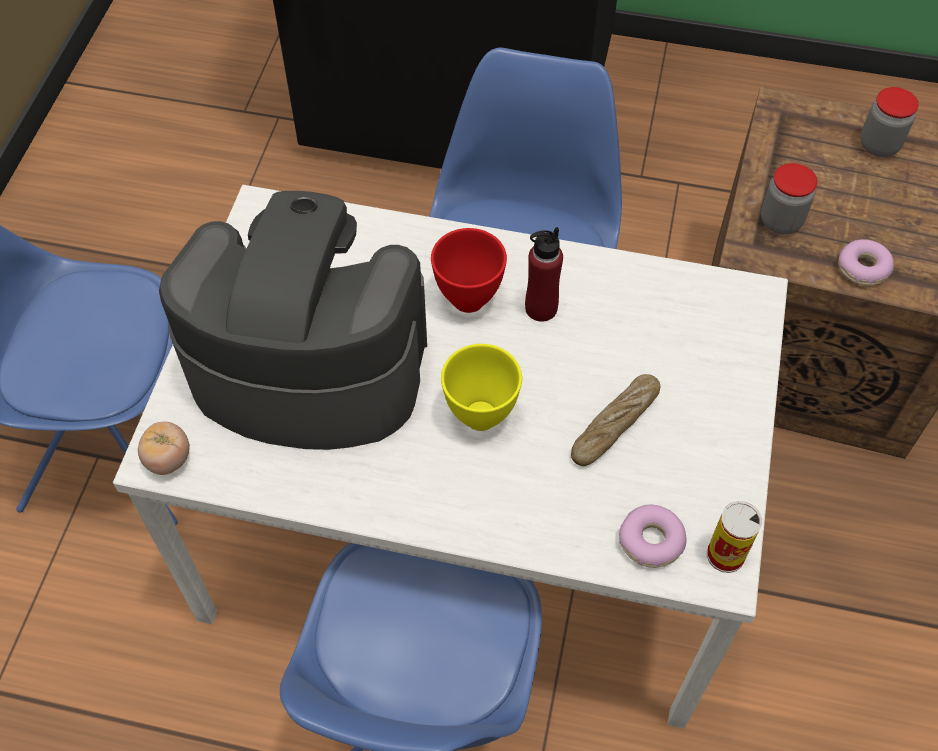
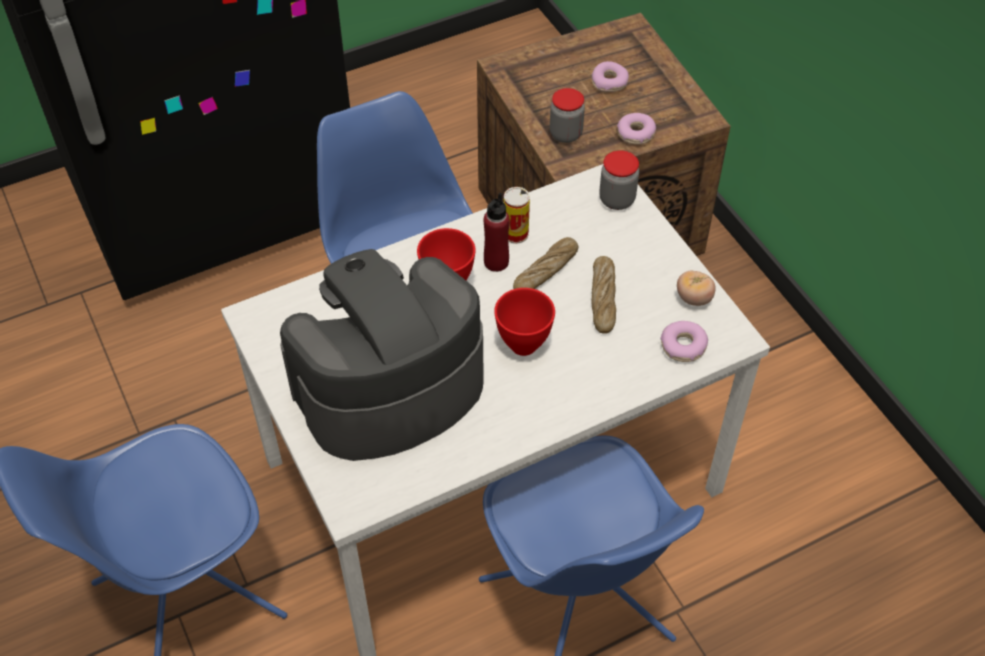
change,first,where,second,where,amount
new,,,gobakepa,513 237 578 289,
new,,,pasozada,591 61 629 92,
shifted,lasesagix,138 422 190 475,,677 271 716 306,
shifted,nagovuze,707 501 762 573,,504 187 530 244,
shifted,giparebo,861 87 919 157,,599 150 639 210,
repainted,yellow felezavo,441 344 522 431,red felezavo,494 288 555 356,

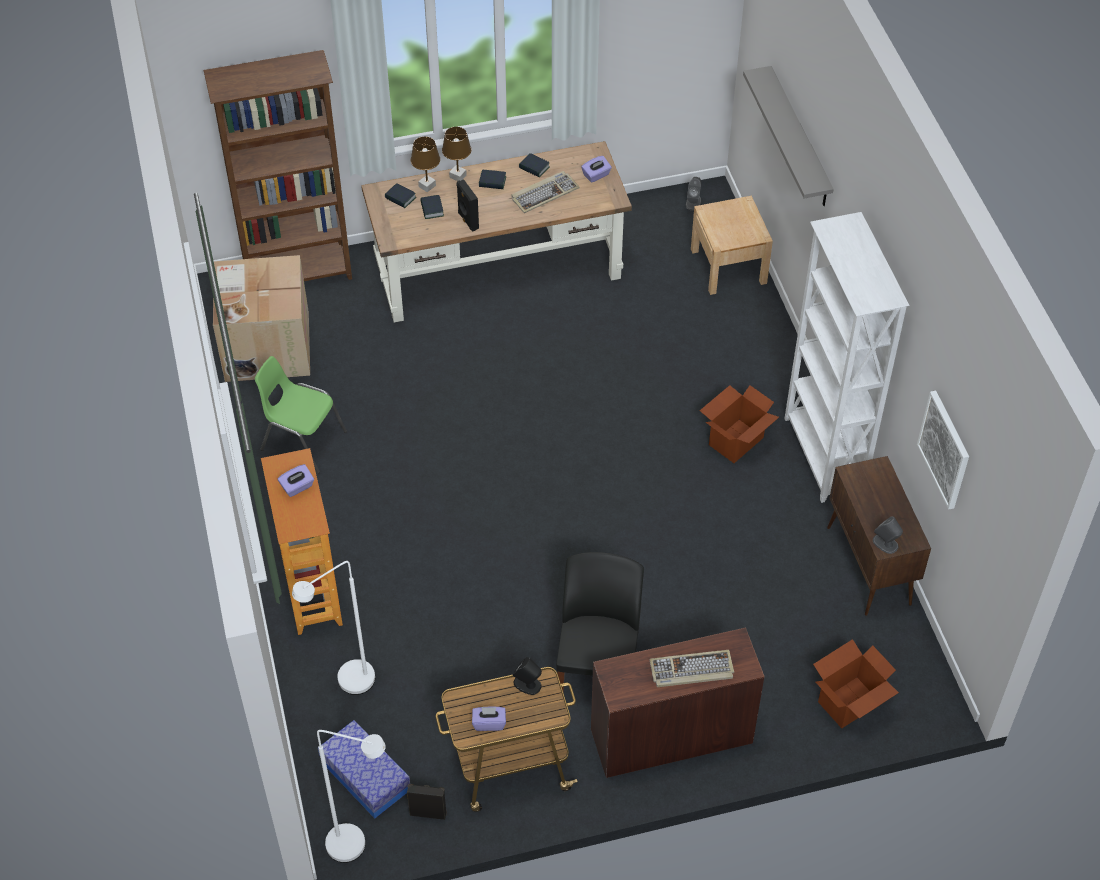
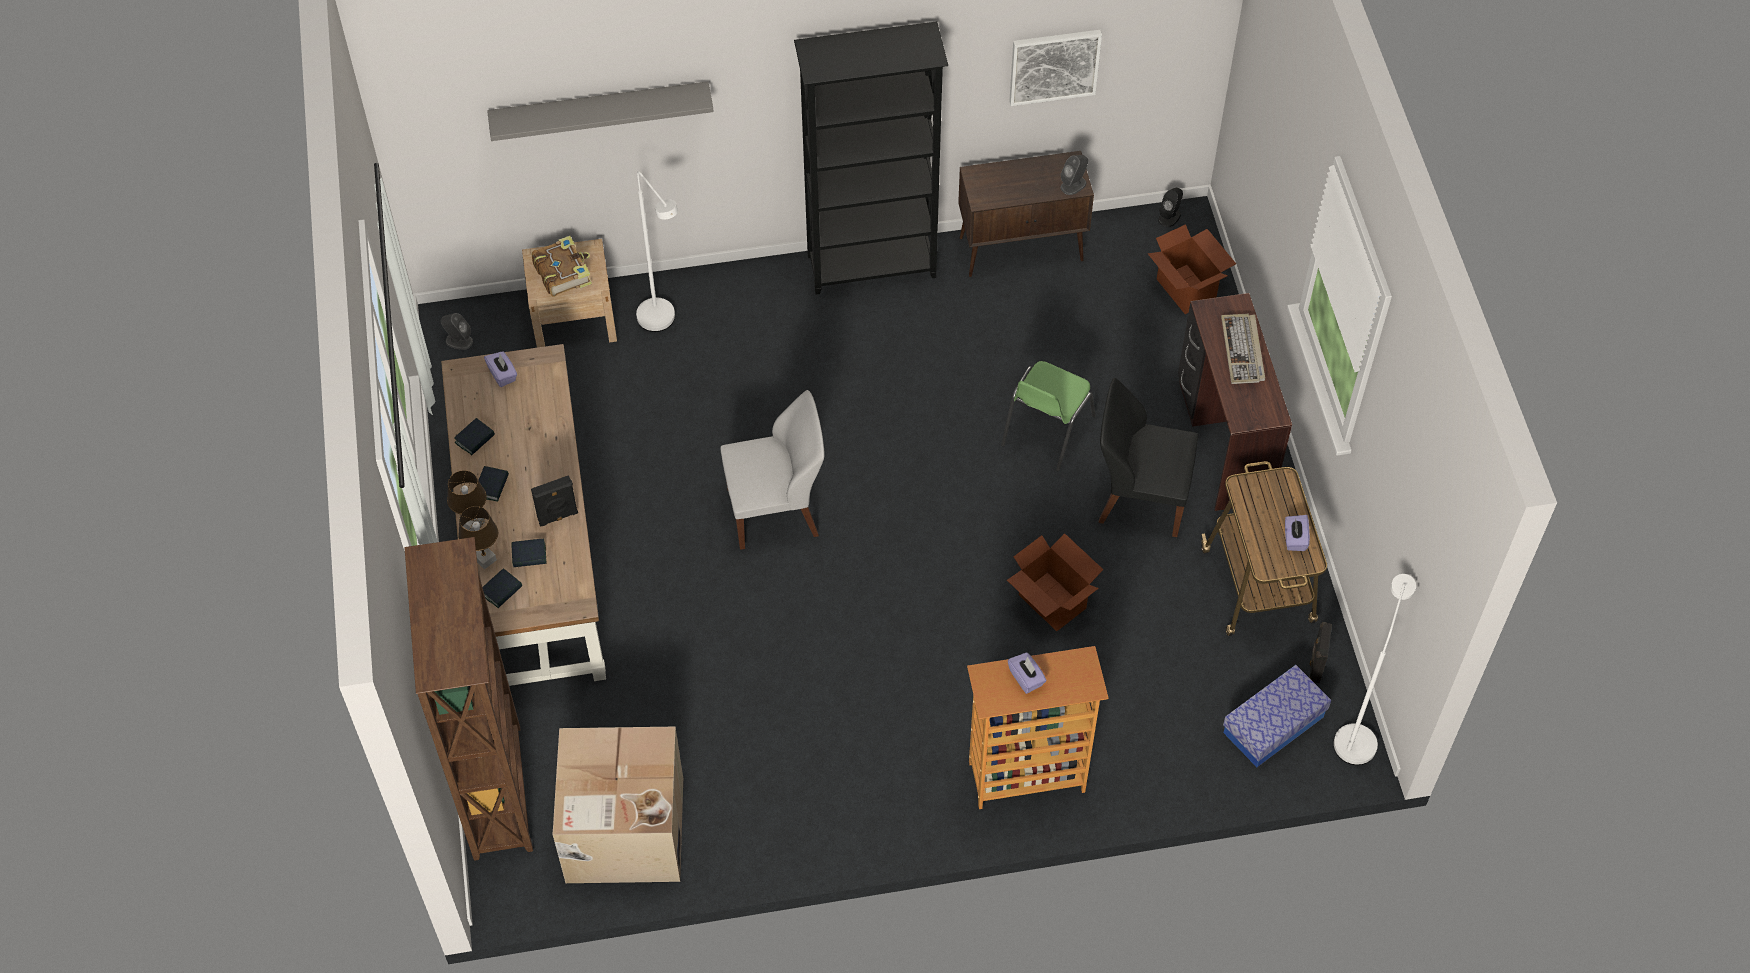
change,first,where,second,where,amount
gone,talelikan,511 171 580 213,,,
new,,,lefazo,532 236 592 297,
new,,,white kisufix,721 390 824 550,
shifted,green kisufix,255 356 347 474,,1001 361 1096 471,
shifted,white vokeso,292 561 375 695,,636 171 678 332,
shifted,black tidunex,513 657 542 695,,1158 188 1183 227,
shifted,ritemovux,700 385 779 463,,1007 533 1103 631,
repainted,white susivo,784 212 909 503,black susivo,794 21 948 295,

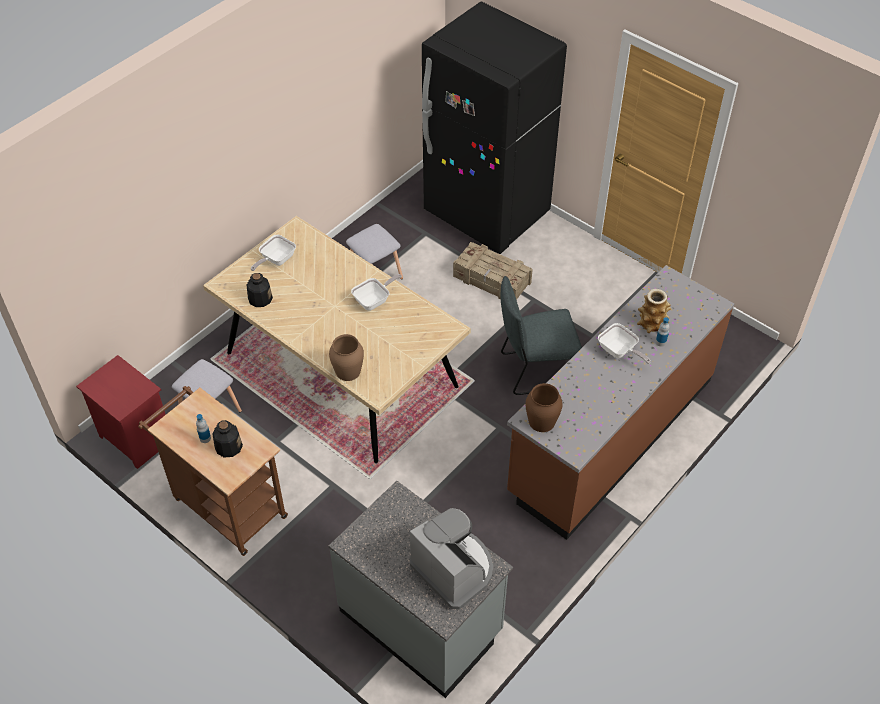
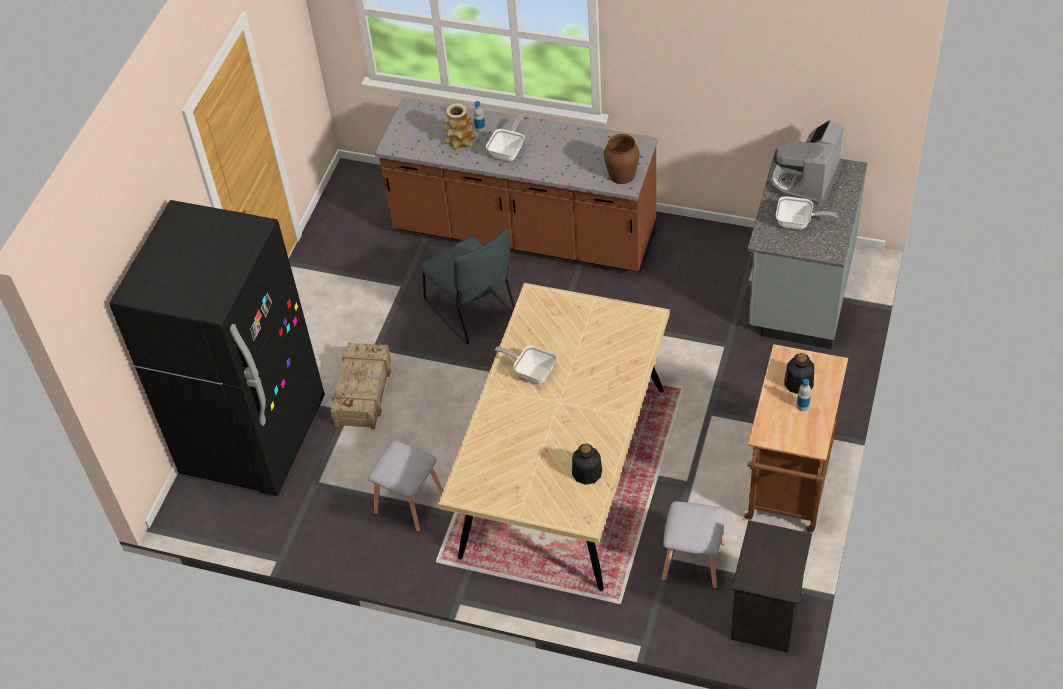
change,first,where,second,where,amount
gone,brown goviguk,329 334 364 381,,,
shifted,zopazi,251 235 296 271,,776 196 838 230,
repainted,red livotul,76 355 166 469,black livotul,731 520 812 653,

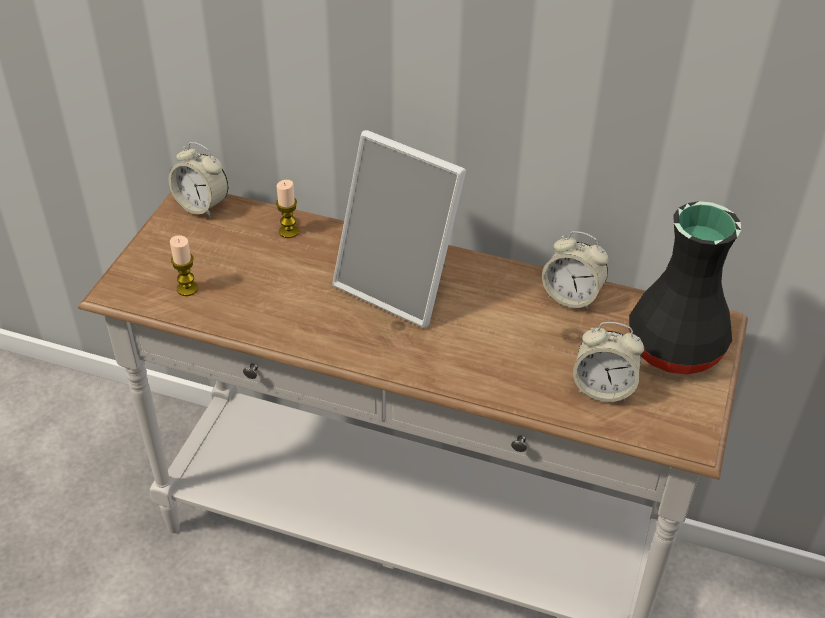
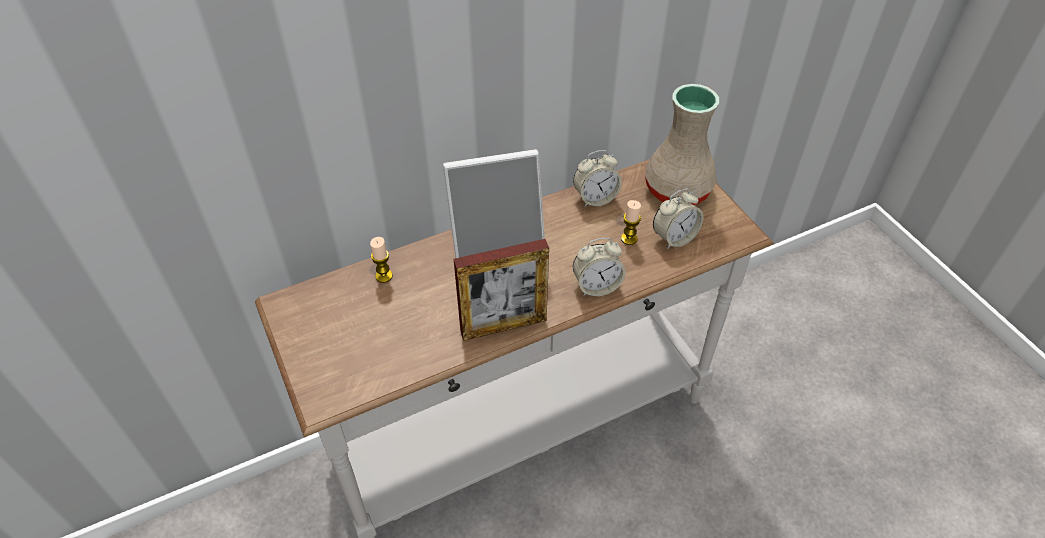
change,first,where,second,where,amount
new,,,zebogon,454 239 549 341,
shifted,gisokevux,168 142 228 218,,573 238 626 296,
shifted,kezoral,170 235 198 296,,621 200 641 245,
repainted,black goviguk,629 201 741 375,beige goviguk,645 84 719 205,

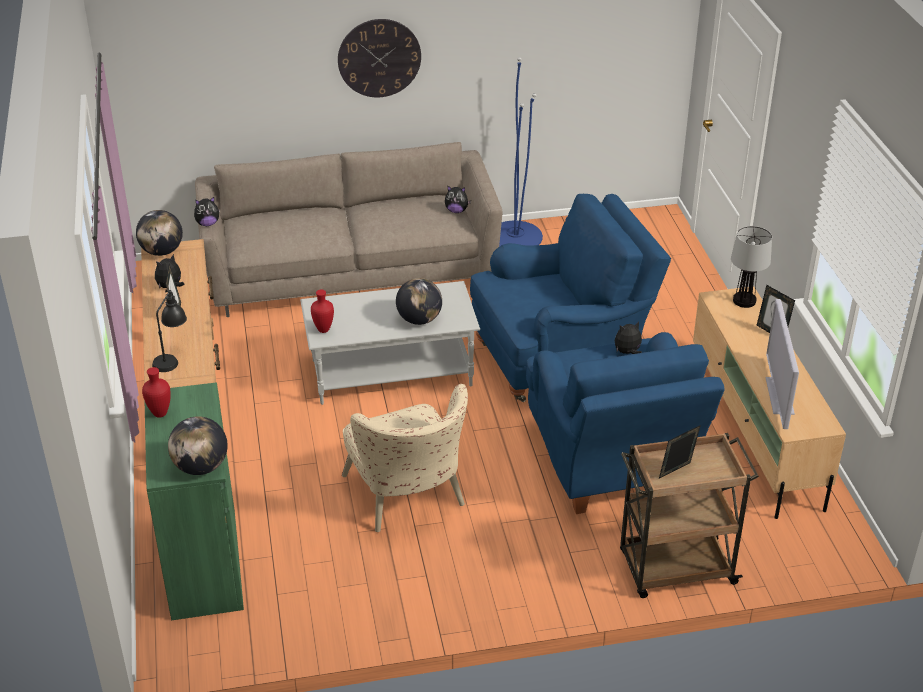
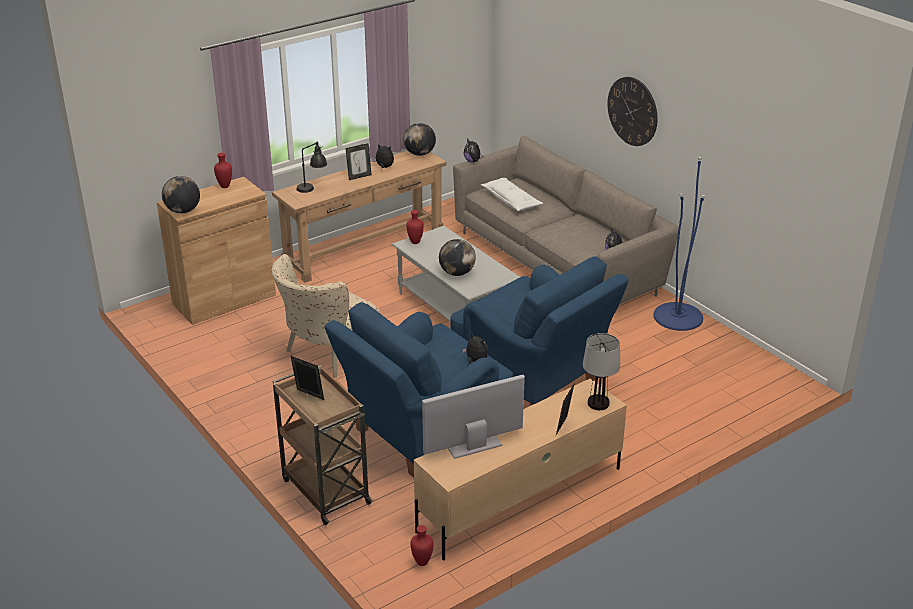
change,first,where,second,where,amount
new,,,red goviguk,411 525 433 566,
new,,,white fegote,481 178 543 211,
repainted,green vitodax,144 382 244 620,brown vitodax,157 177 276 325,

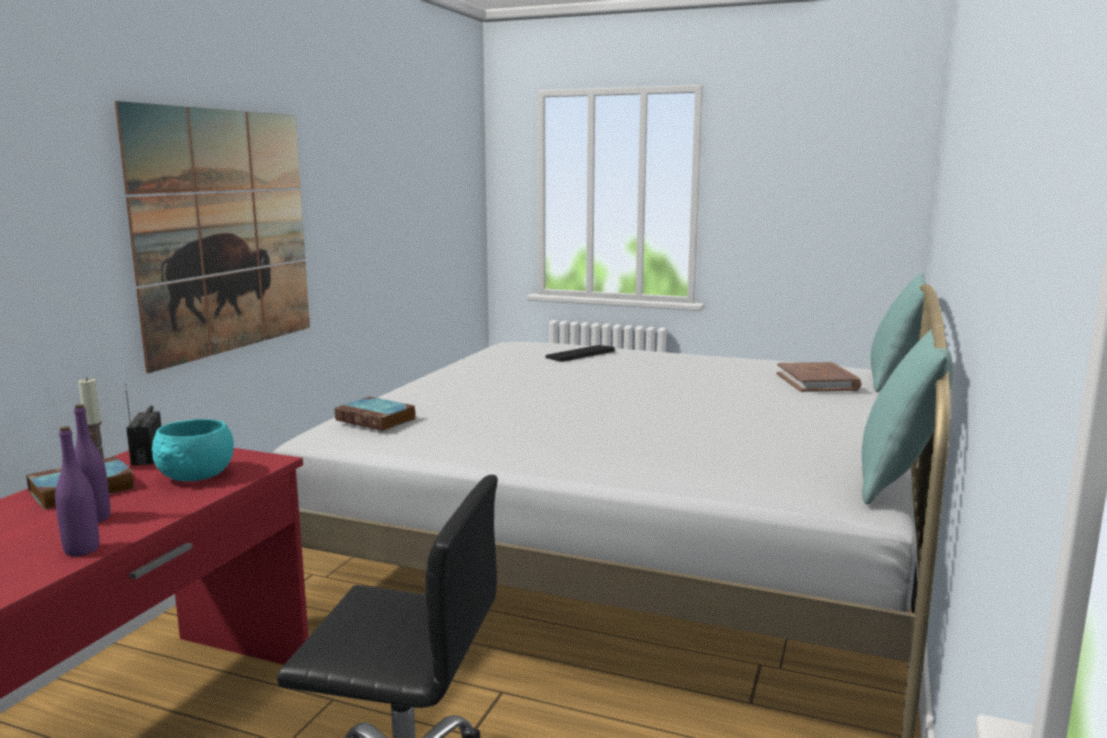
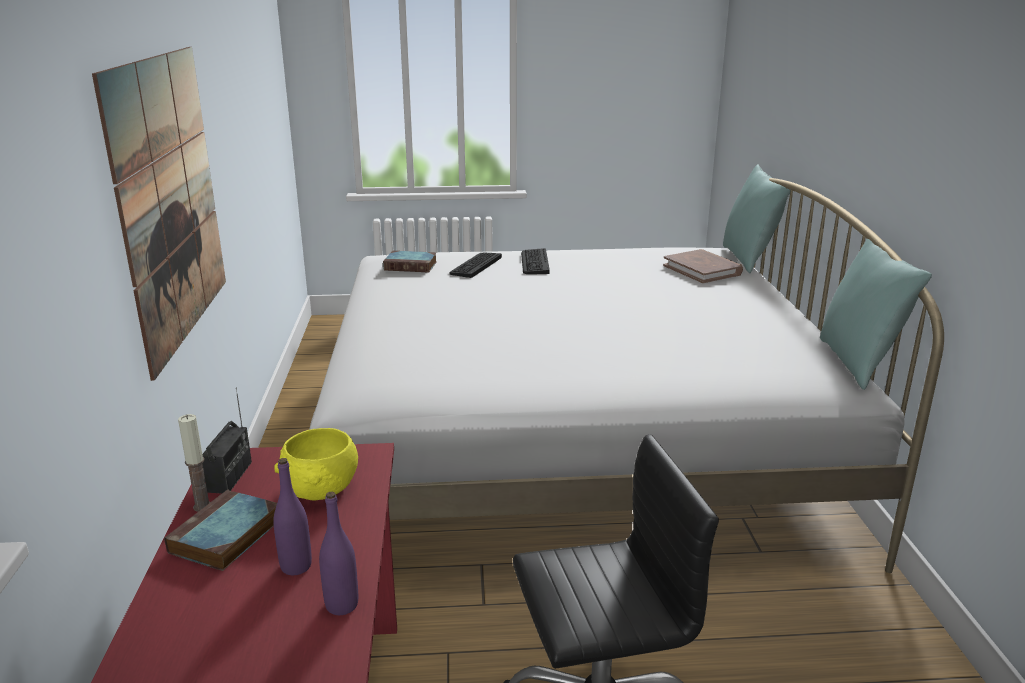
change,first,where,second,where,amount
new,,,talelikan,521 248 550 274,
shifted,lefazo,335 397 415 431,,383 251 437 272,
repainted,turquoise felezavo,152 419 234 481,yellow felezavo,274 428 358 501,
rotated,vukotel,125 384 161 466,,202 387 252 493,135 degrees counterclockwise

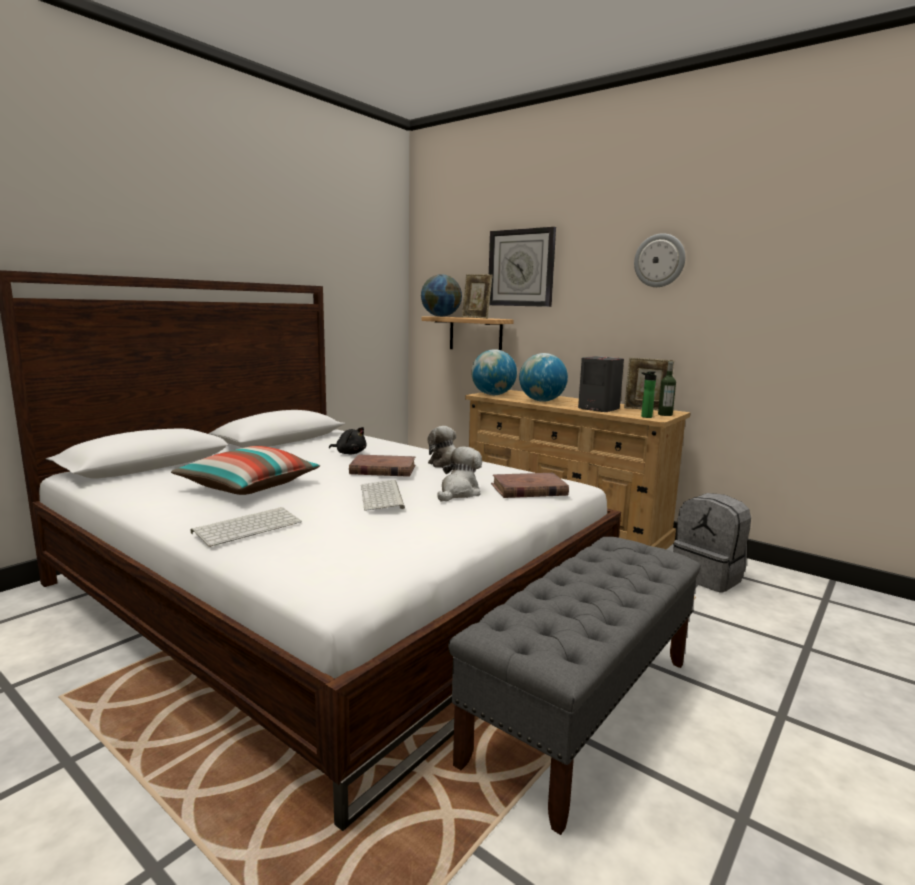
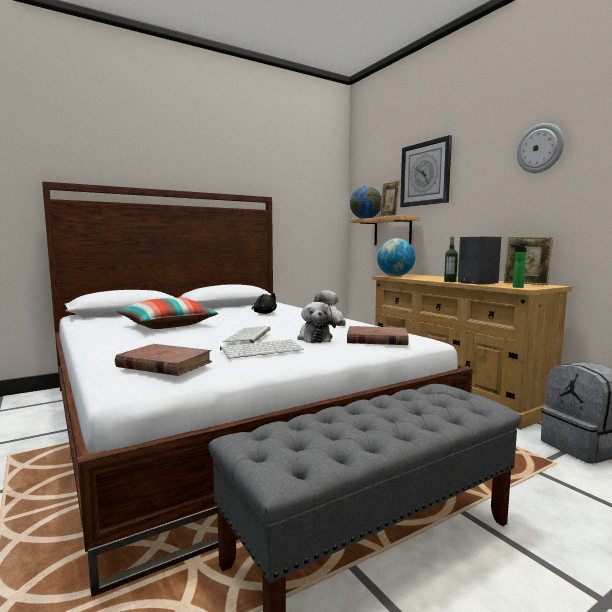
change,first,where,second,where,amount
gone,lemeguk,519 353 568 402,,,
shifted,talelikan,191 507 302 547,,220 339 304 359,
shifted,brown lefazo,349 454 415 477,,115 344 212 376,
shifted,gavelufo,658 361 676 416,,444 237 458 282,
rotated,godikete,437 447 482 502,,297 302 336 343,120 degrees clockwise

